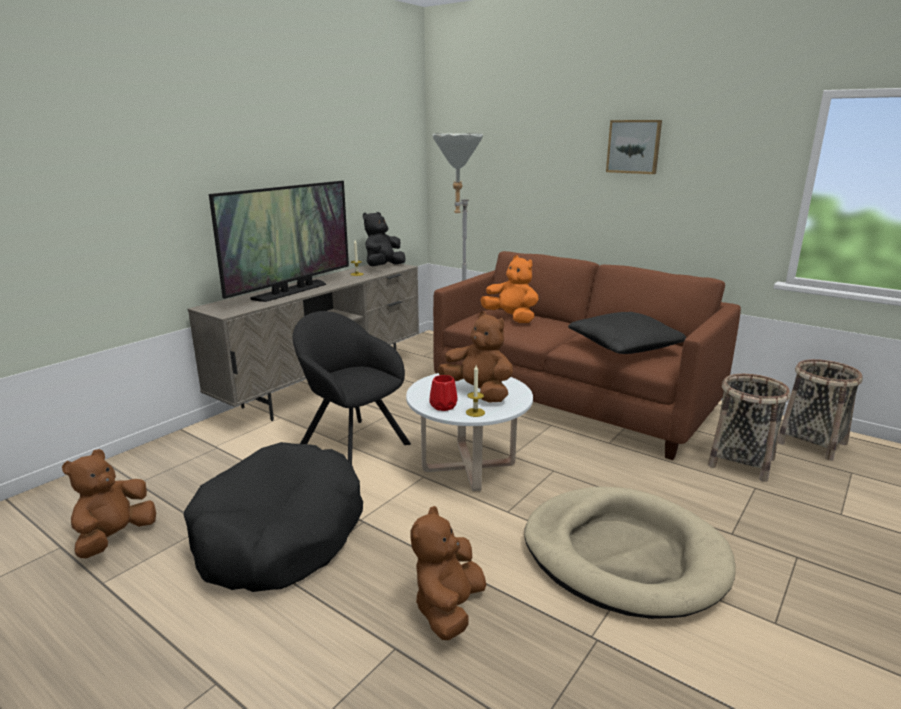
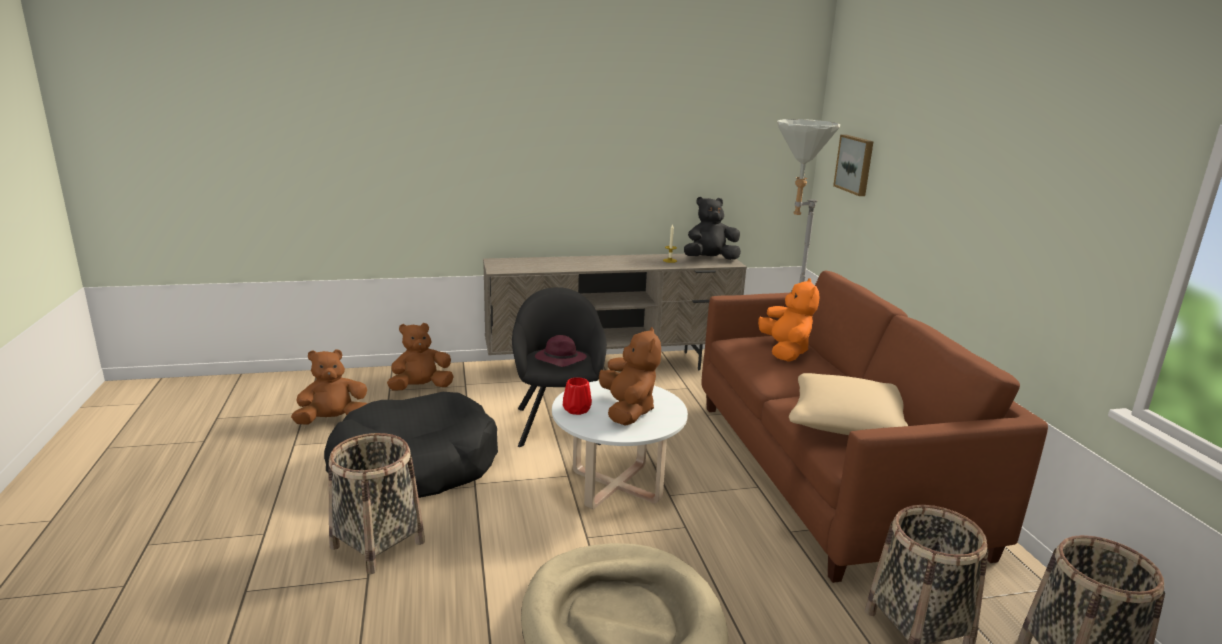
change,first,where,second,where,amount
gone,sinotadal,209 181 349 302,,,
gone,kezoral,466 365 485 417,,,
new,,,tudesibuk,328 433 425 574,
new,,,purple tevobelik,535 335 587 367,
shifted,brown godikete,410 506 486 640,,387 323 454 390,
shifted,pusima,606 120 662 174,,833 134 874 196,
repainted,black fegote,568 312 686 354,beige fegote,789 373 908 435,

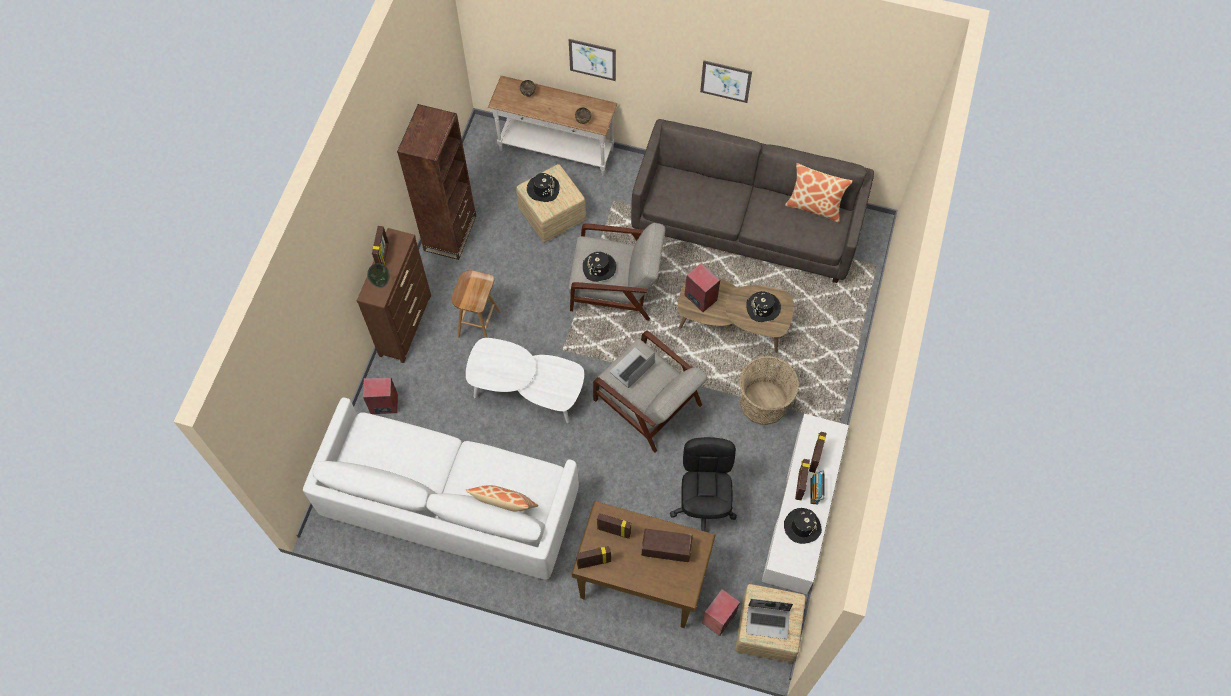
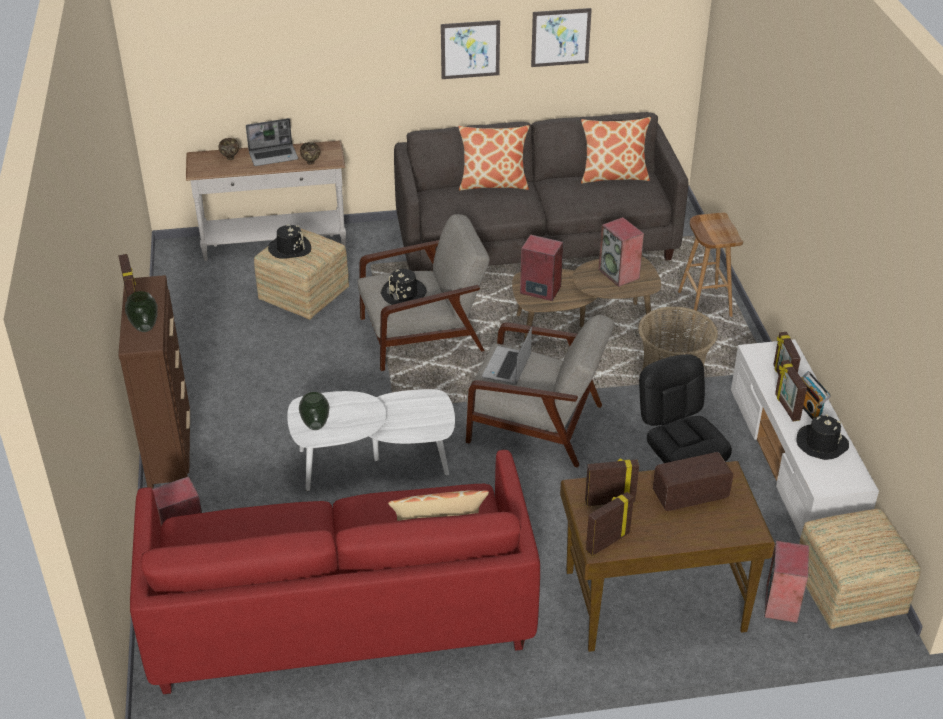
change,first,where,second,where,amount
gone,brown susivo,397 104 476 260,,,
new,,,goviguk,299 392 330 430,
new,,,fegote,459 125 529 190,
shifted,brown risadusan,452 270 501 338,,678 213 743 321,
shifted,pusima,569 39 616 81,,531 8 592 67,
shifted,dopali,746 599 793 639,,246 118 298 166,
swapped,black tevobelik,746 291 781 322,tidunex,598 217 644 287,
repainted,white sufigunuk,303 397 579 580,red sufigunuk,130 450 540 695,

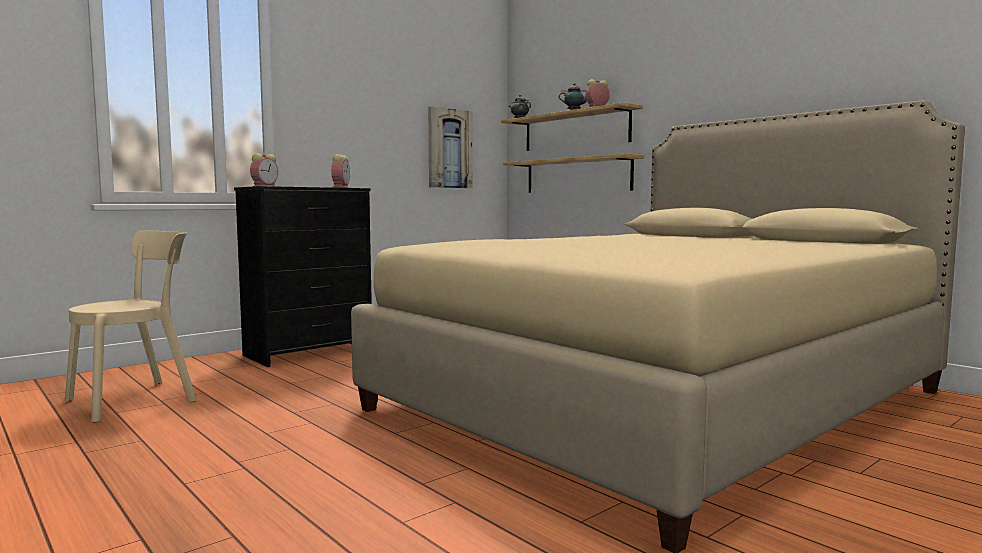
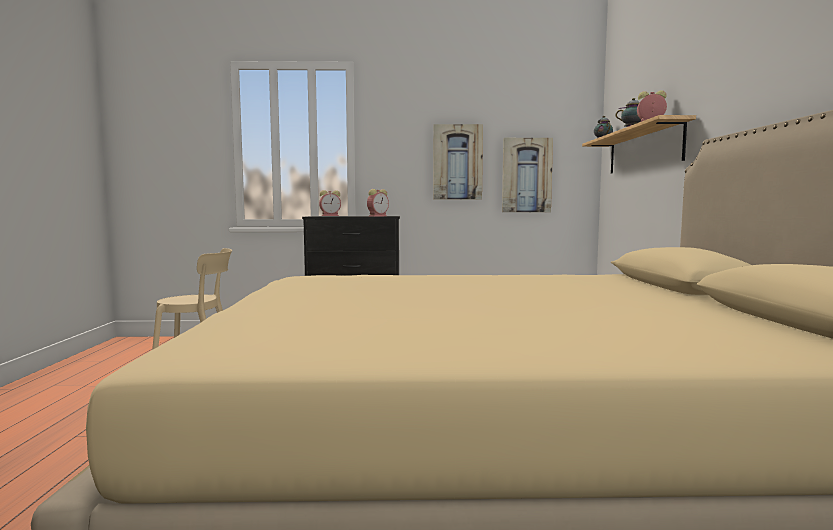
change,first,where,second,where,amount
gone,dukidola,503 154 645 193,,,
new,,,pusima,433 124 483 199,

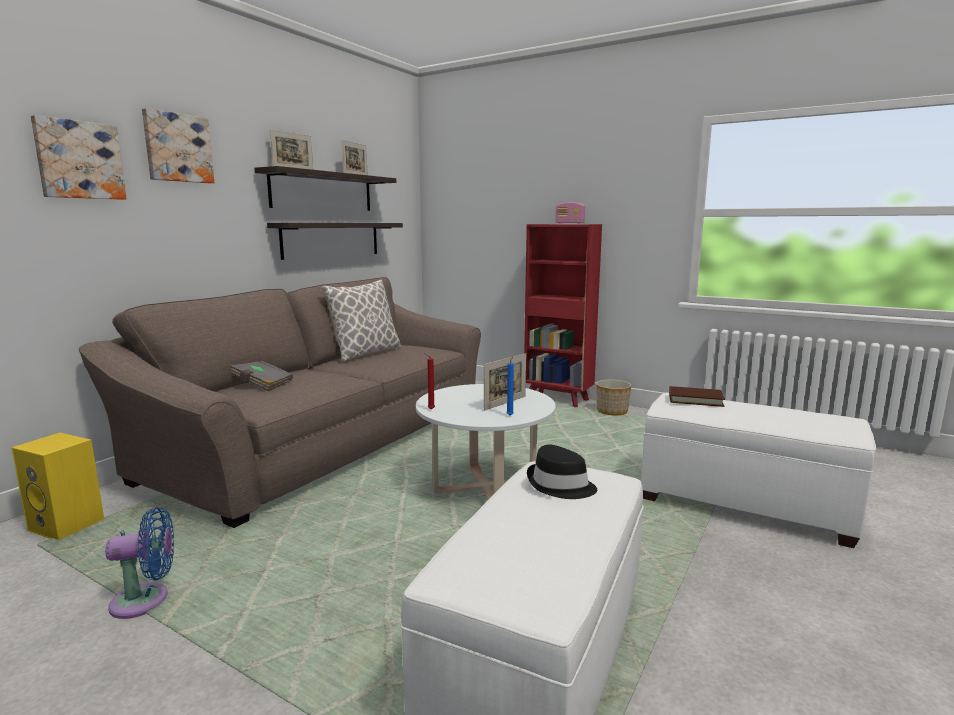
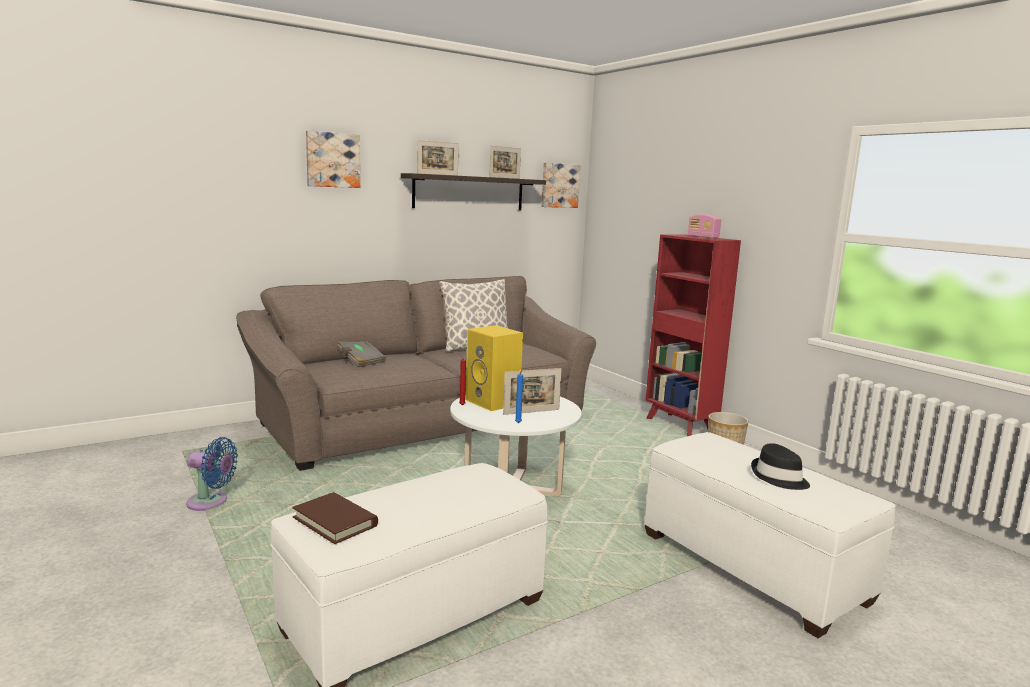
change,first,where,second,where,amount
gone,dukidola,267 223 403 260,,,
shifted,yellow tidunex,11 433 104 540,,466 325 523 411,
shifted,pusima,31 115 127 200,,541 163 581 208,
shifted,black tevobelik,527 445 597 499,,751 443 810 490,
shifted,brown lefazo,669 386 725 407,,292 492 378 544,

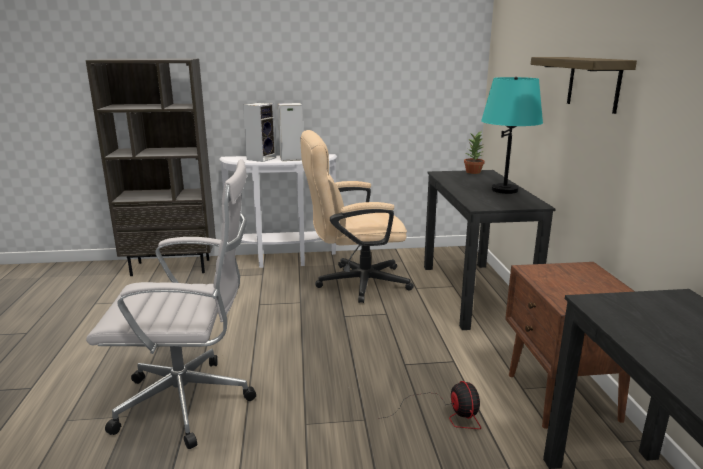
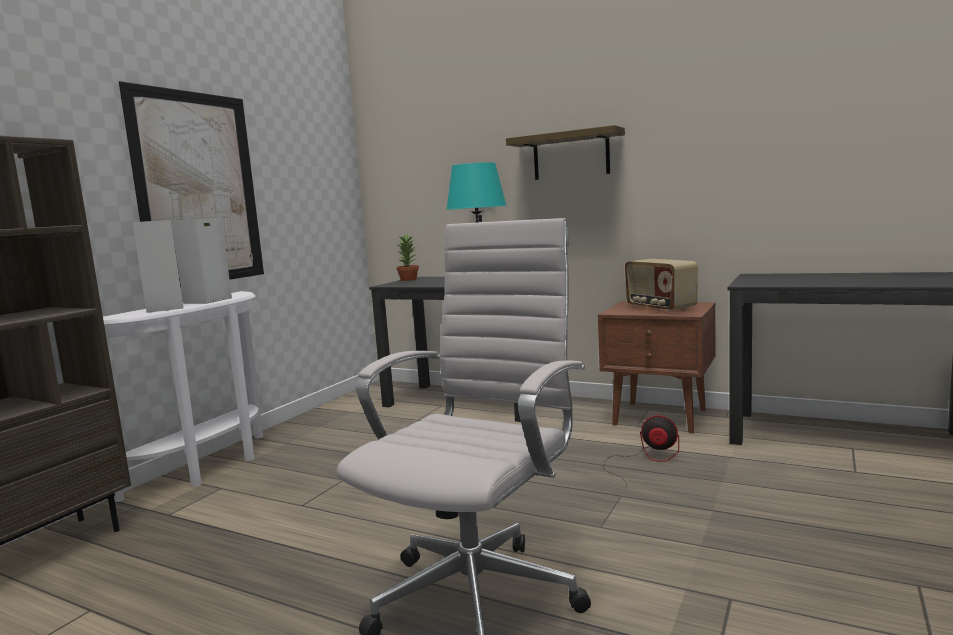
change,first,where,second,where,amount
gone,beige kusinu,300 130 414 303,,,
new,,,pusima,119 81 264 287,
new,,,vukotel,625 259 698 312,

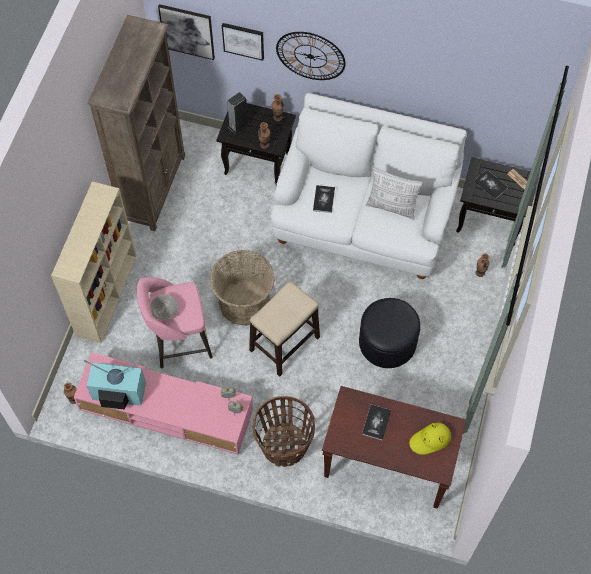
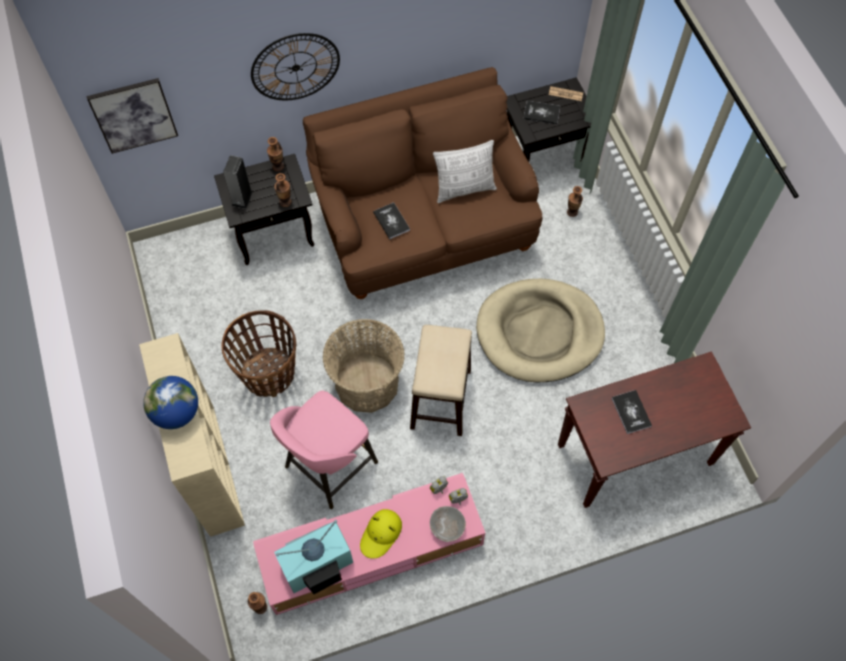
change,first,where,second,where,amount
gone,brown susivo,88 15 185 231,,,
gone,pusima,222 23 264 61,,,
new,,,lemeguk,143 376 198 429,
shifted,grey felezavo,150 294 178 320,,430 506 466 542,
shifted,tudesibuk,253 396 315 467,,221 310 296 397,
shifted,yellow tevobelik,409 423 451 455,,360 509 402 559,
swapped,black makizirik,359 298 421 368,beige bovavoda,476 278 605 382,
repainted,white sufigunuk,271 93 467 279,brown sufigunuk,303 67 542 299,

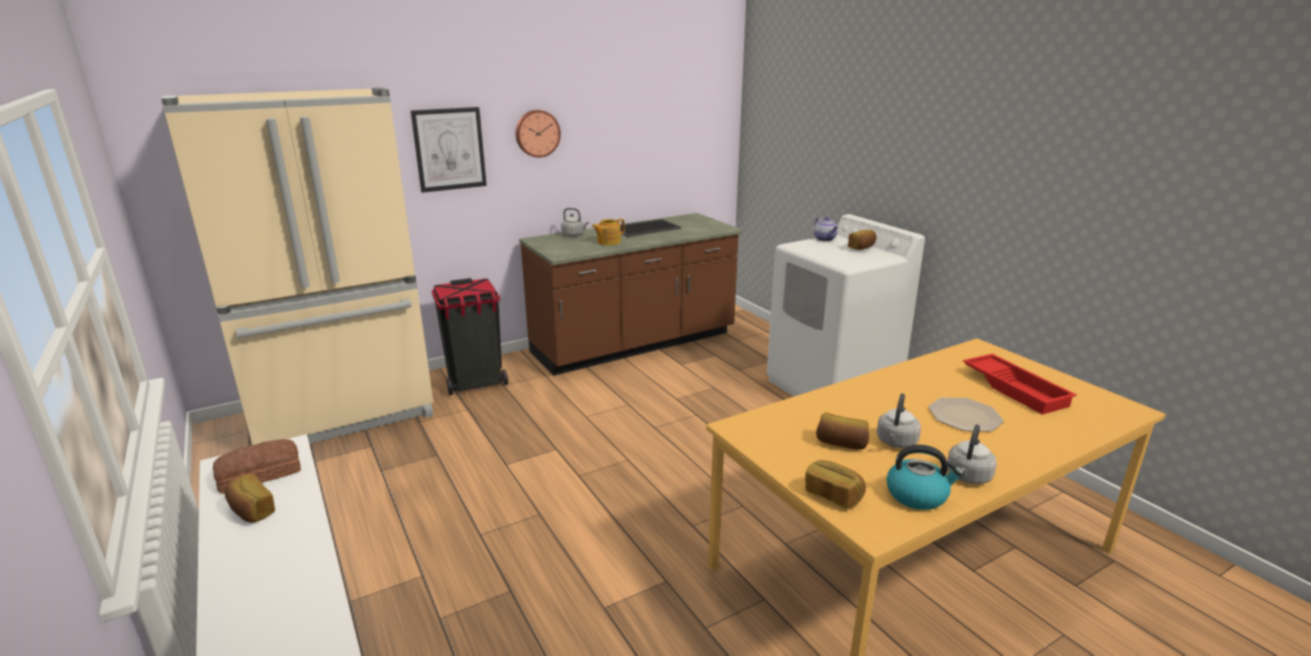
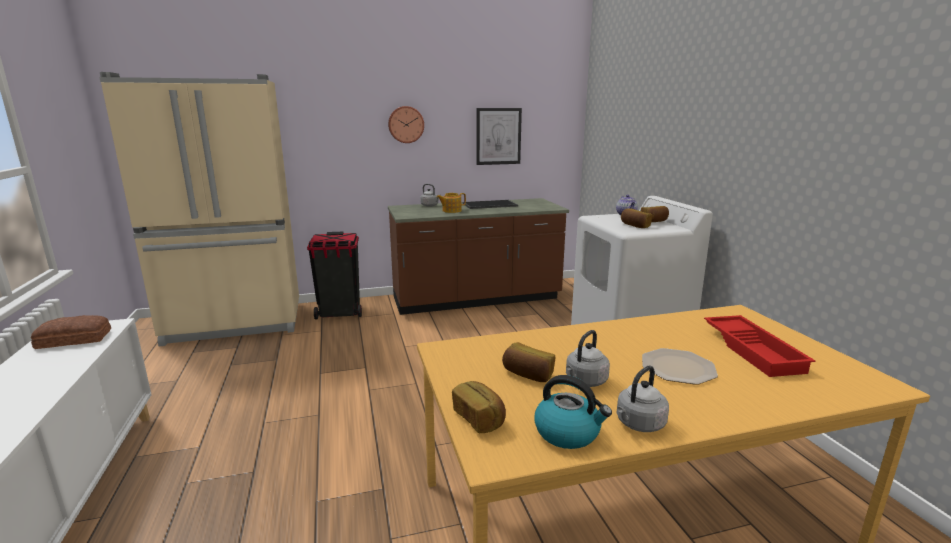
change,first,where,second,where,amount
shifted,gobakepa,225 474 275 523,,621 208 652 228,
shifted,pusima,411 107 487 193,,476 108 522 165,

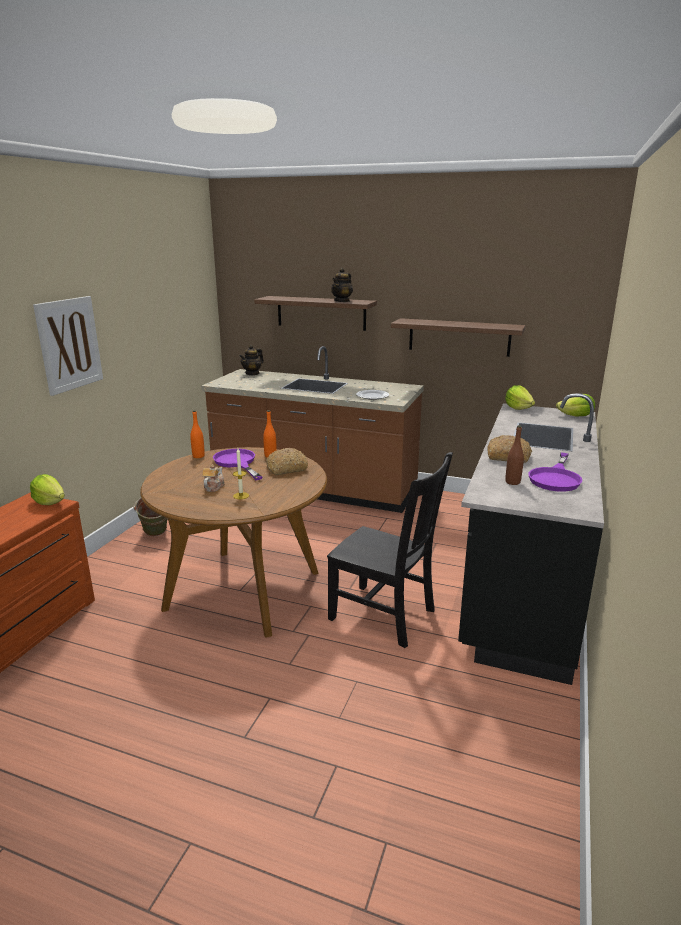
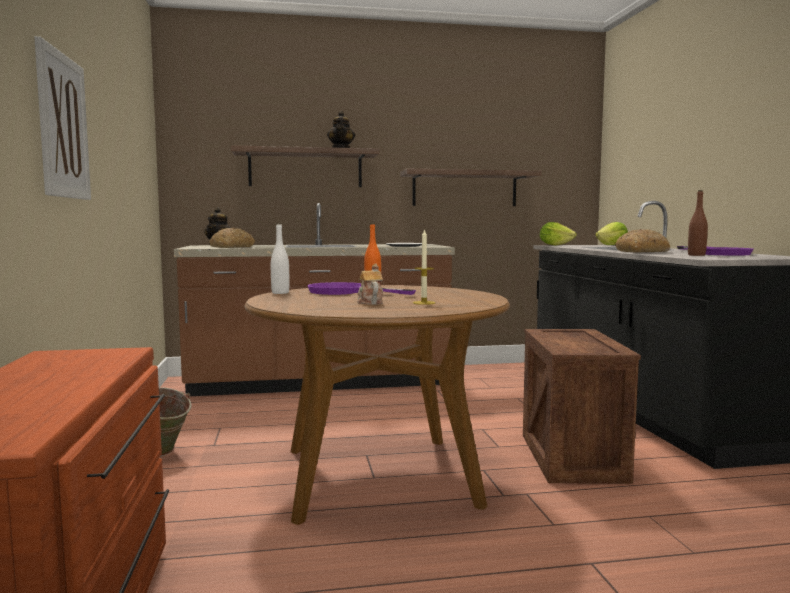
change,first,where,second,where,amount
gone,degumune,30 474 65 505,,,
shifted,gobakepa,266 448 308 475,,209 228 255 248,
swapped,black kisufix,327 452 453 648,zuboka,523 329 641 484,
repainted,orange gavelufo,190 410 205 458,white gavelufo,271 223 289 294,

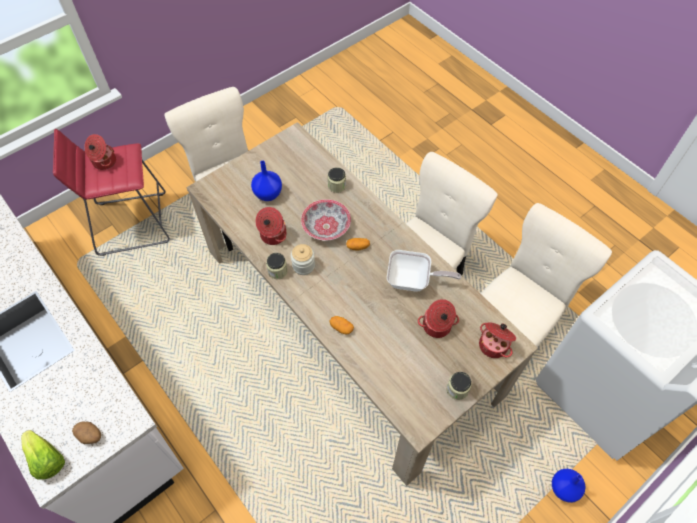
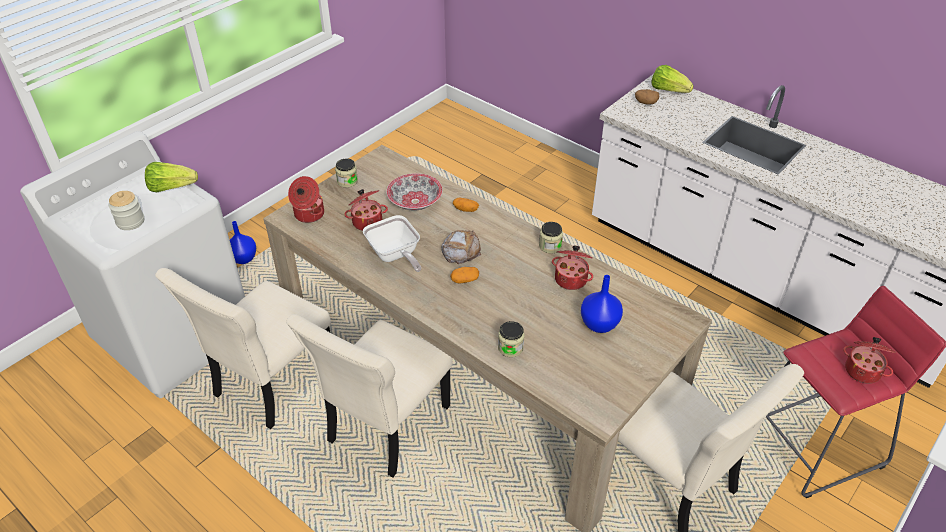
change,first,where,second,where,amount
new,,,degumune,145 162 198 192,
new,,,gobakepa,441 230 481 264,
shifted,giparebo,291 244 315 275,,109 191 144 230,
shifted,felezavo,301 199 351 241,,386 173 443 211,
rotated,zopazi,387 250 461 291,,363 215 421 272,120 degrees counterclockwise

